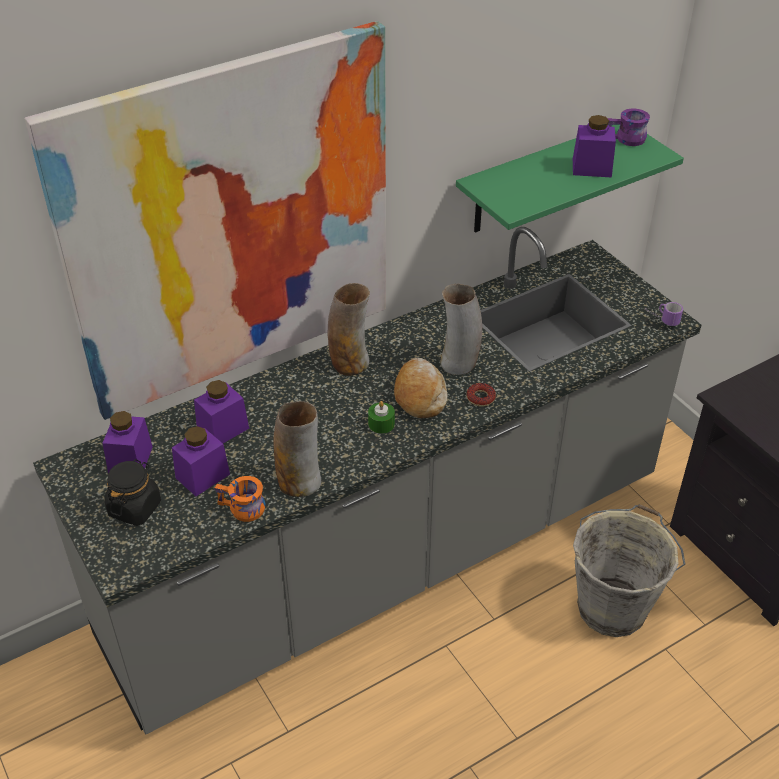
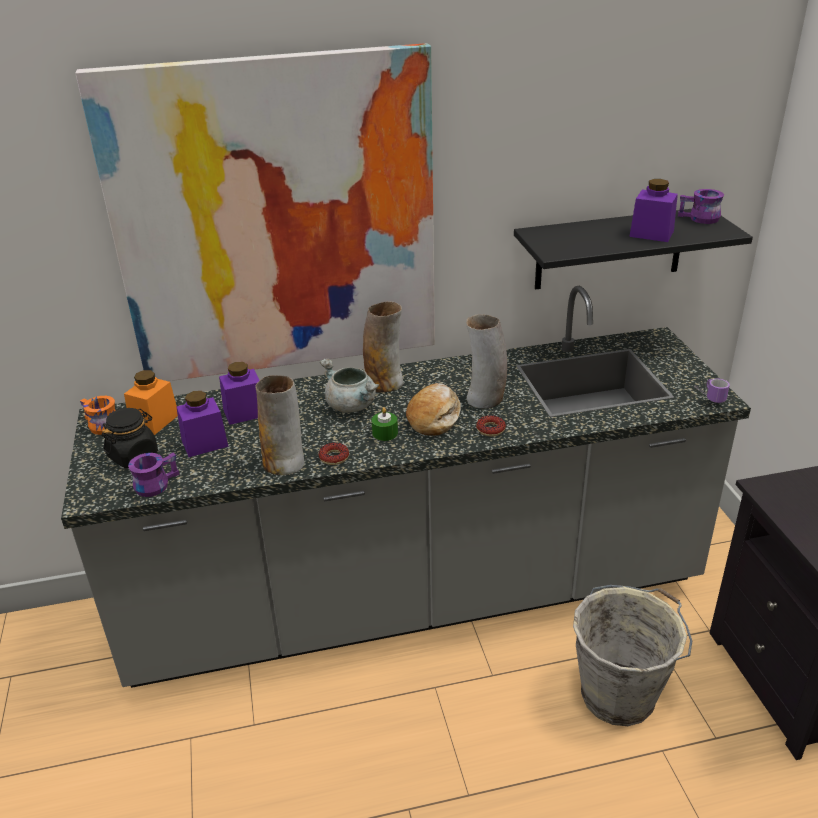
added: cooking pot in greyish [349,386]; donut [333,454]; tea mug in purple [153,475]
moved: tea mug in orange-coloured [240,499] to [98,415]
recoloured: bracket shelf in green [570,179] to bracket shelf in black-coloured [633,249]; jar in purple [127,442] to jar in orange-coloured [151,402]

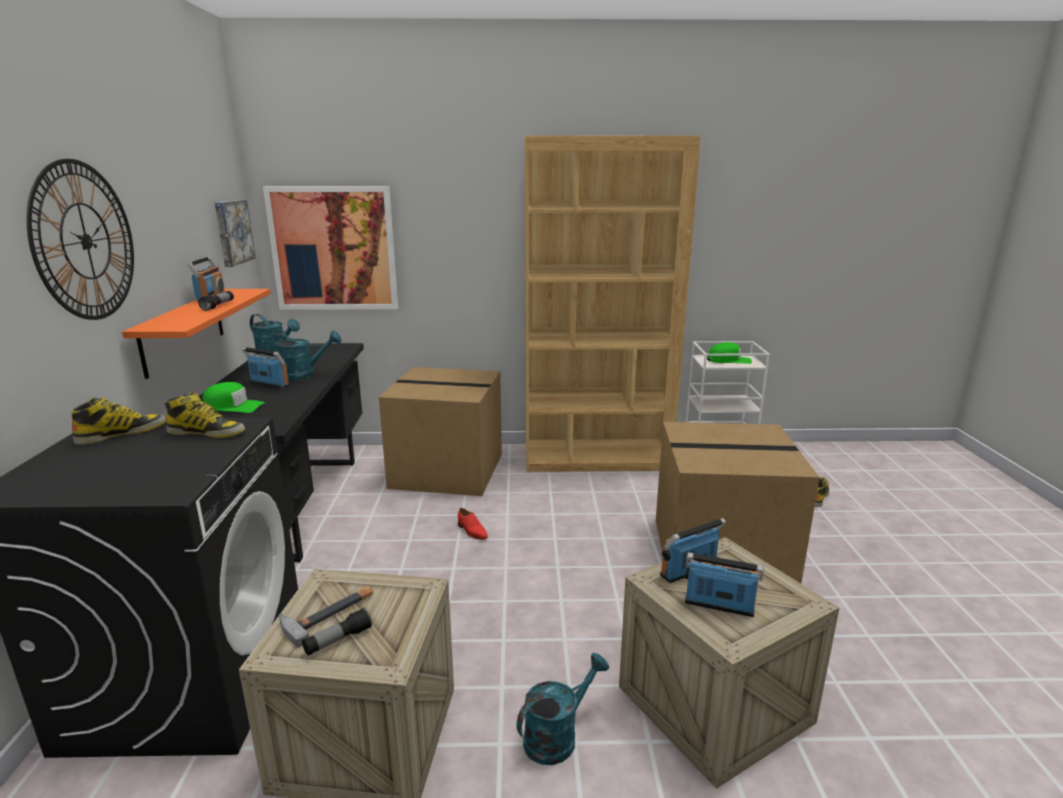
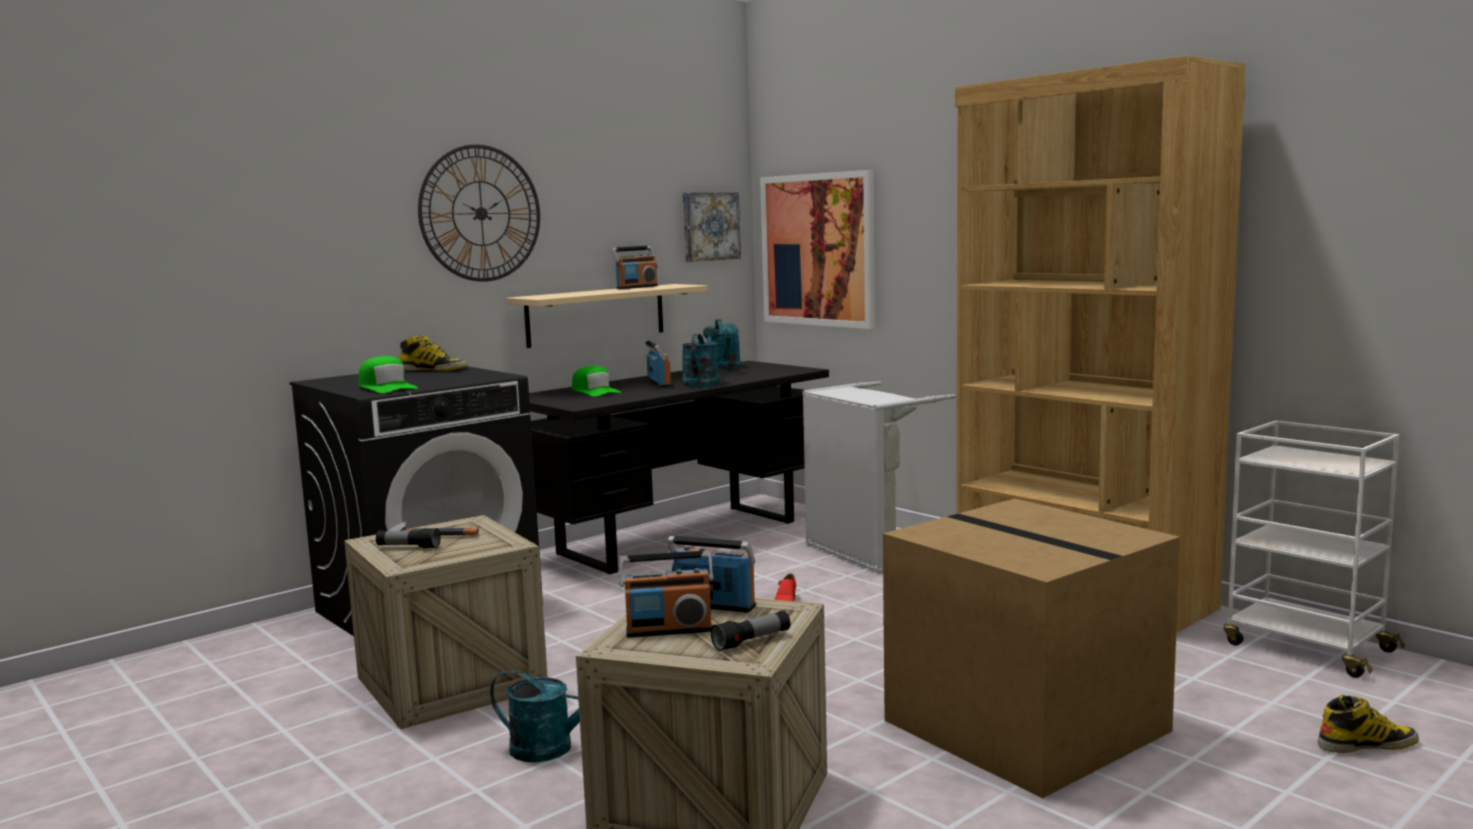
removed: tall boot [205,415]
moved: torch [216,301] to [750,631]; peaked cap in green [729,353] to [388,374]
replaced: carton [440,431] to laundry basket in greyish [879,477]
recoloured: bracket shelf in orange-coloured [196,334] to bracket shelf in beige [607,316]
turned: sprinkling can in blue-green [303,355] = [700,356] 120 degrees counterclockwise; radio set [724,584] = [667,594] 105 degrees clockwise

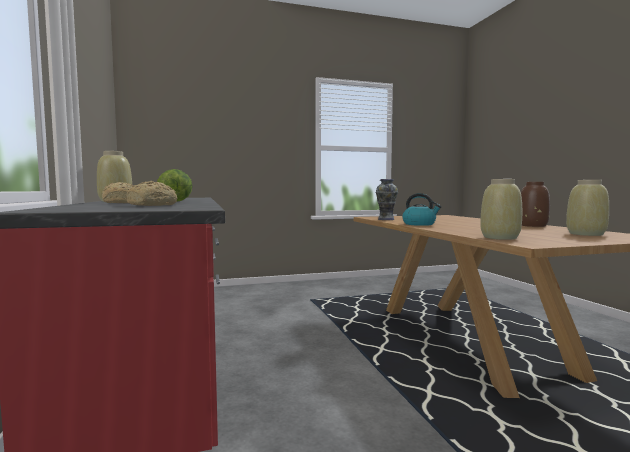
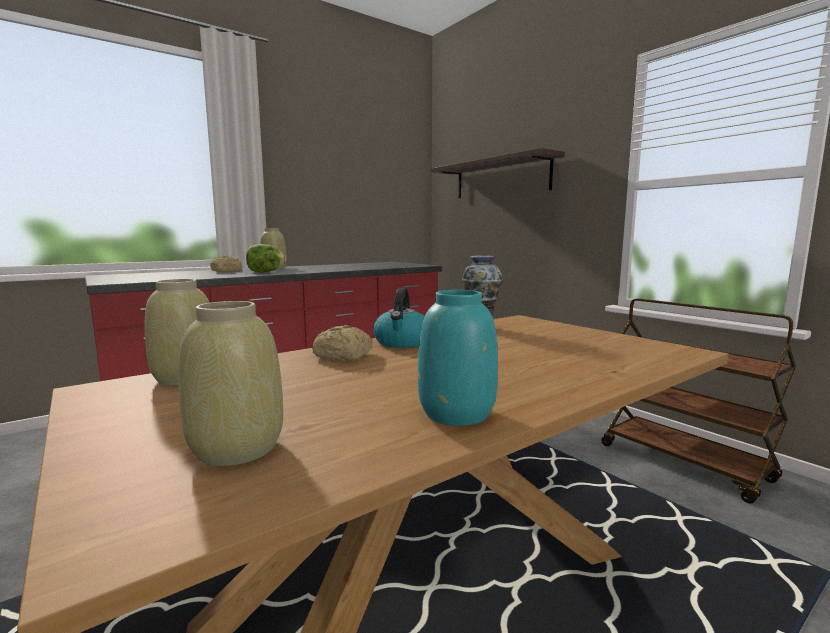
added: bracket shelf [498,173]; wheeled cart in brownish [698,400]
moved: bakery bread [151,193] to [342,343]
recoloured: decorative vase in brownish [535,204] to decorative vase in blue-green [458,358]

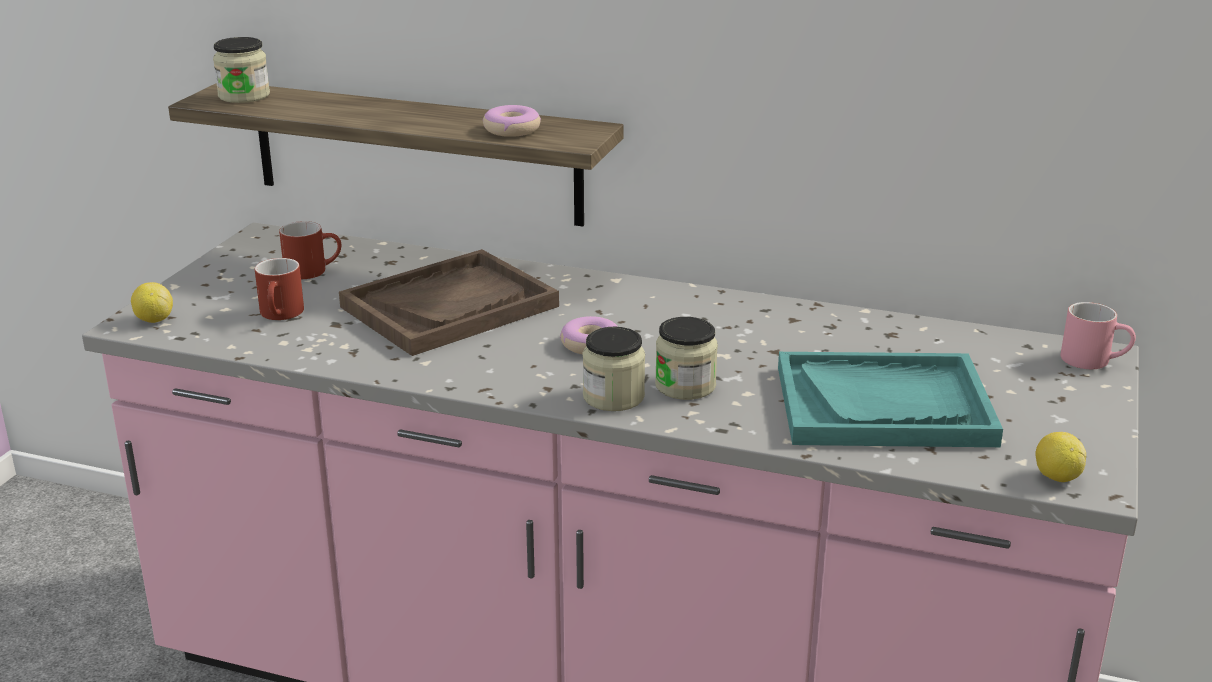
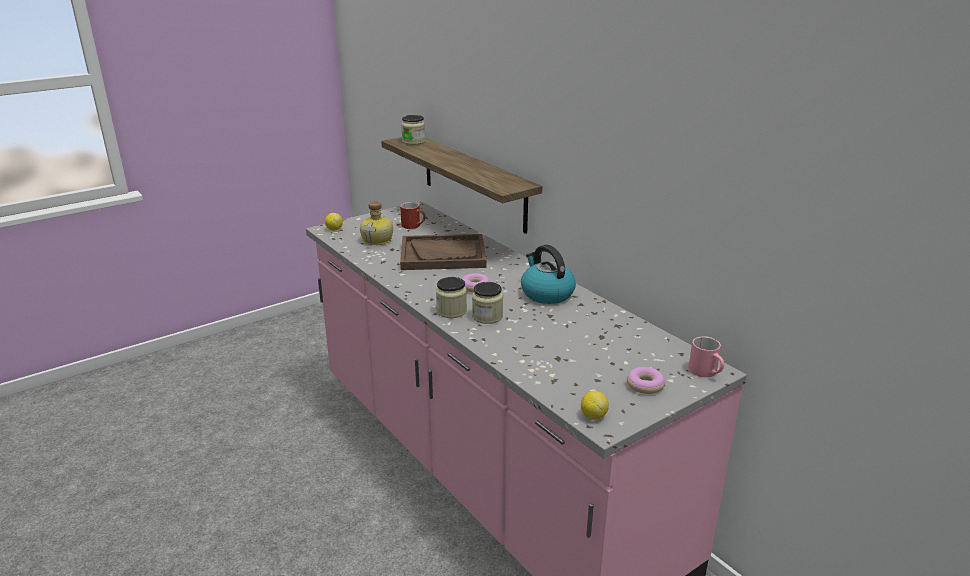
removed: tray in blue-green [890,399]
added: water kettle [548,274]
moved: donut [512,121] to [646,380]
replaced: tea mug in red-coloured [279,289] to drink bottle [376,223]

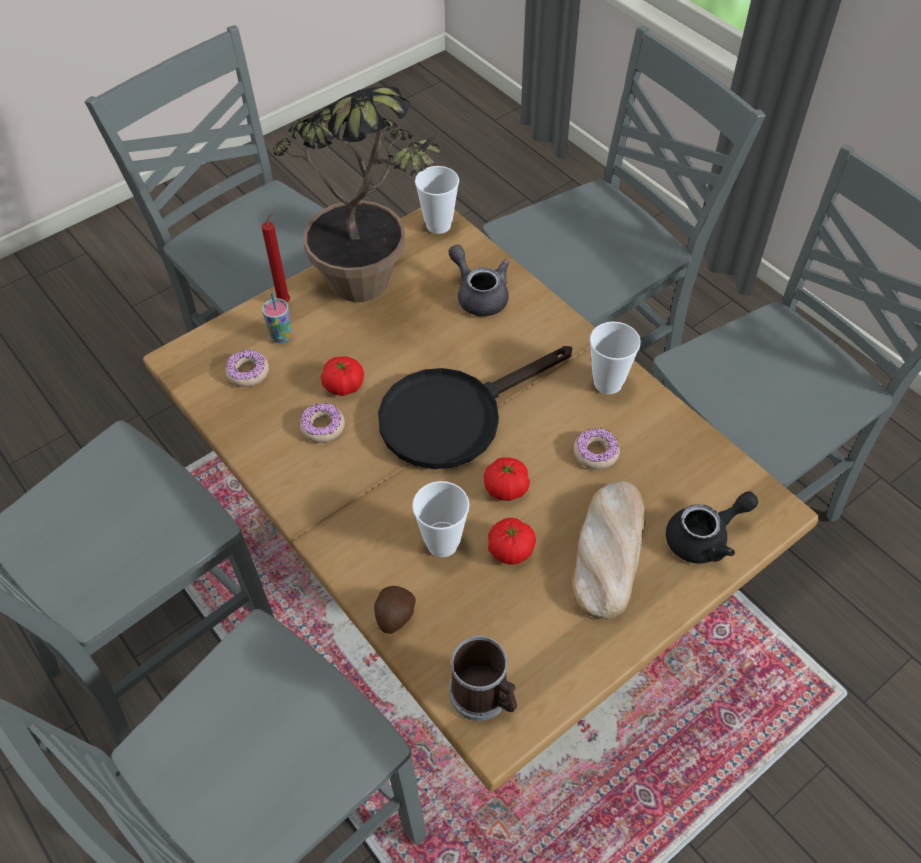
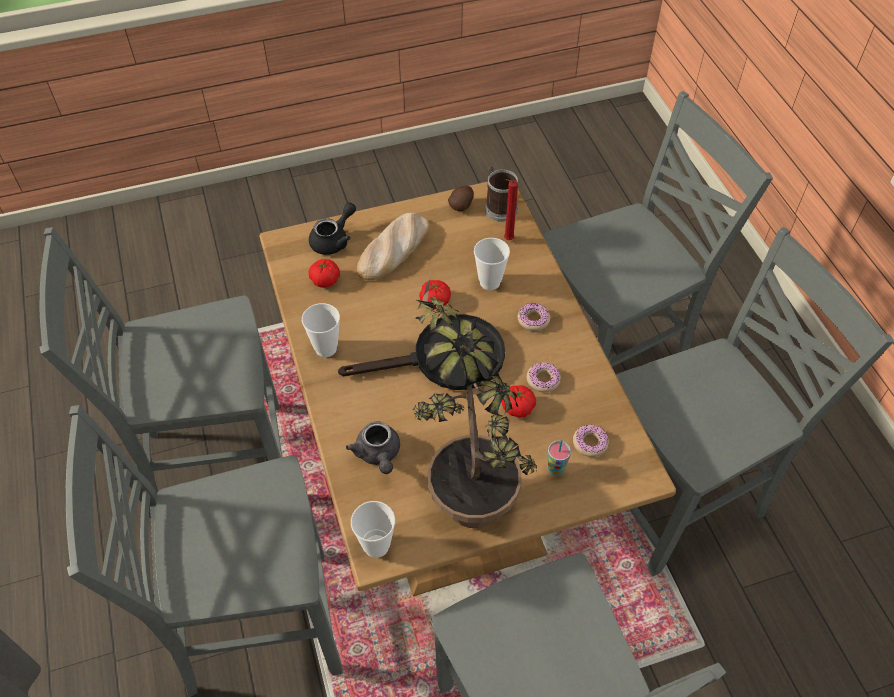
moved: candle in red-coloured [275,256] to [511,209]; donut [597,449] to [534,317]; whole tomato [512,541] to [324,273]; spud [395,610] to [461,198]
turned: teapot in black-coloured [712,527] = [332,228] 135 degrees clockwise

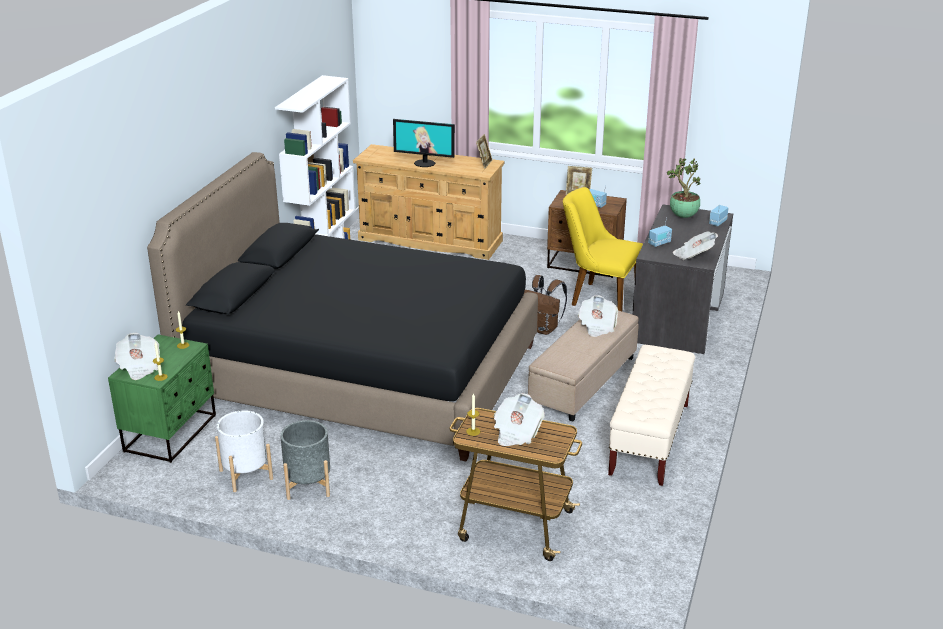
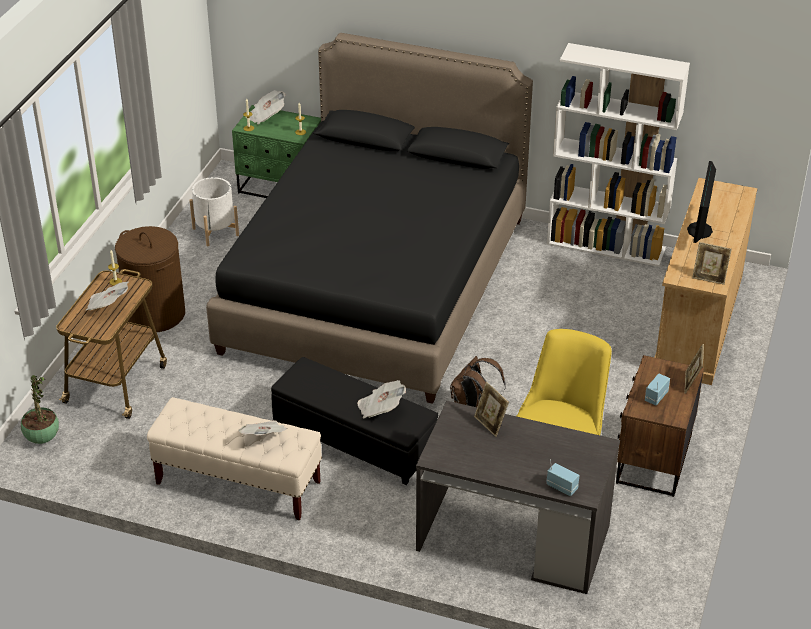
removed: flower pot in greyish [305,460]
added: laundry basket in brownish [150,279]
moved: plant in a pot [684,188] to [40,409]; printed paper [695,245] to [263,428]
replaced: radio set [660,232] to picture frame [491,409]
recoloured: footrest in beige [583,366] to footrest in black-coloured [354,421]

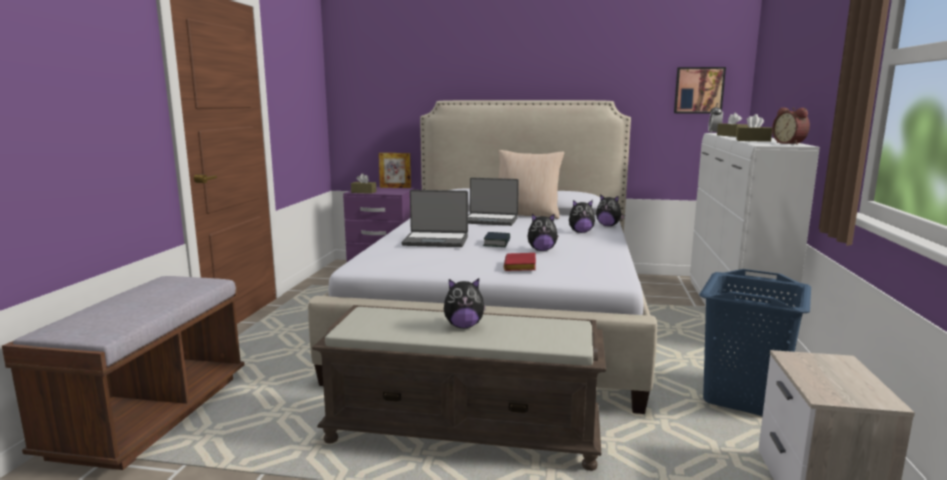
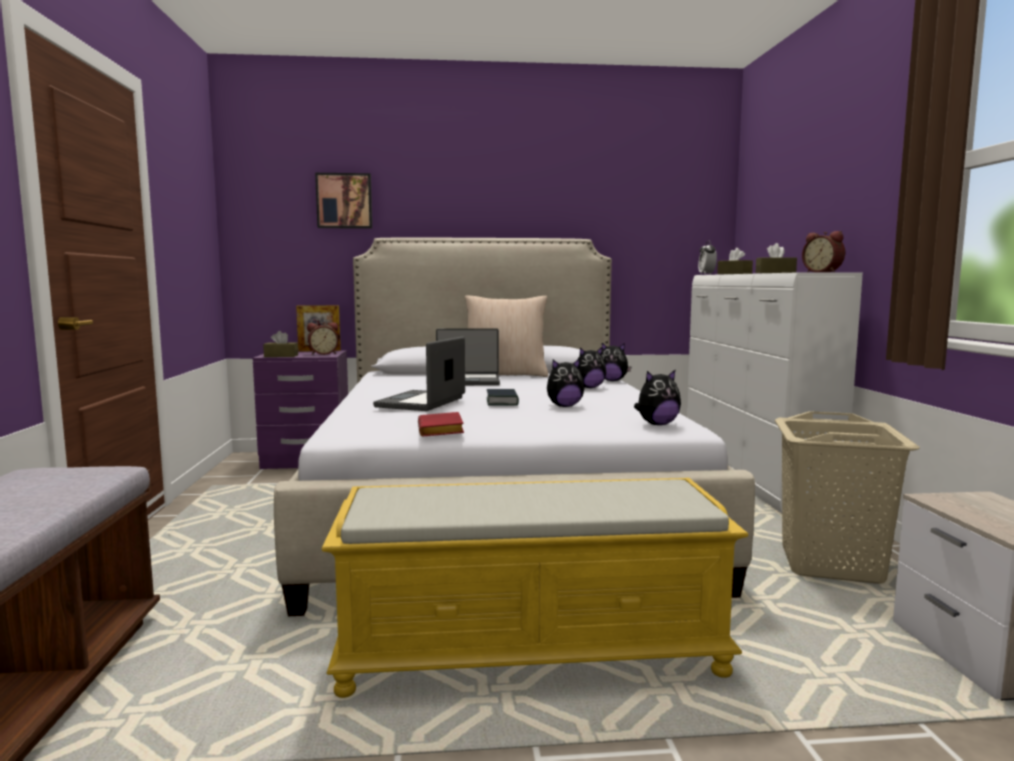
added: table clock [323,338]
moved: picture [700,90] to [343,201]; volume in red-coloured [520,262] to [441,424]; soft toy [465,303] to [657,397]
recoloured: laundry basket in bluish [755,342] to laundry basket in beige [847,497]; indoor bench in brownish [459,388] to indoor bench in yellow [534,588]
turned: notebook computer [435,218] = [419,374] 120 degrees clockwise

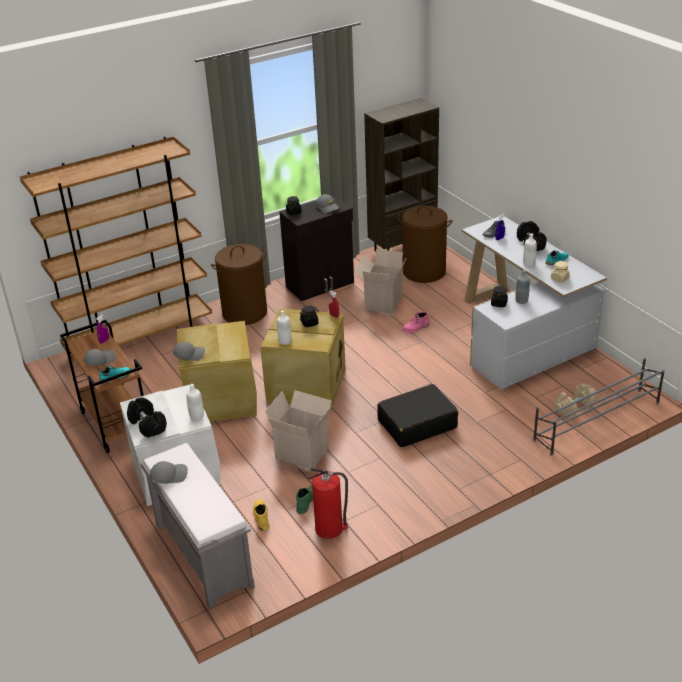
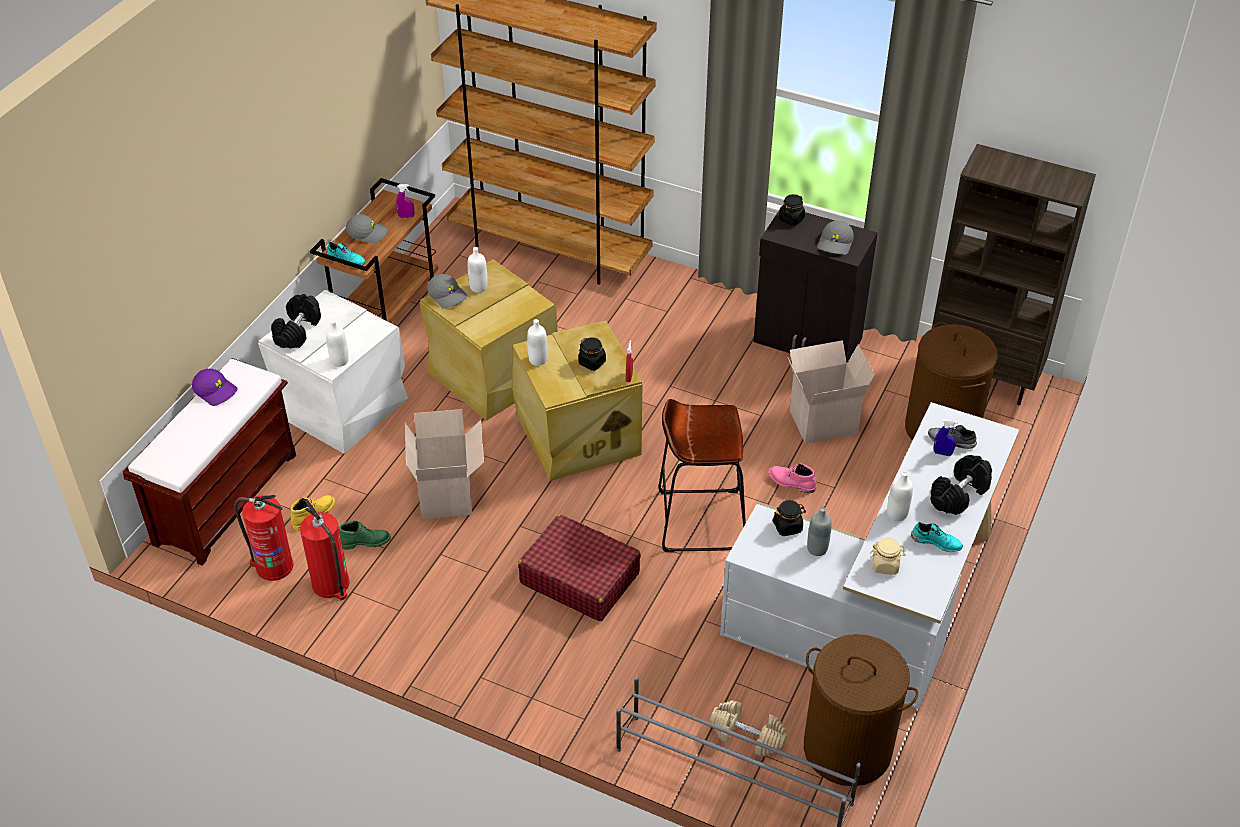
added: drink bottle in whitish [478,270]; sitting stool in brownish [702,475]; extinguisher [264,538]
moved: laundry basket in brownish [239,284] to [861,710]
recoloured: suitcase in black-coloured [417,415] to suitcase in red-coloured [579,567]; indoor bench in greyish [197,526] to indoor bench in brownish [209,462]; peaked cap in greyish [169,472] to peaked cap in purple [214,387]

